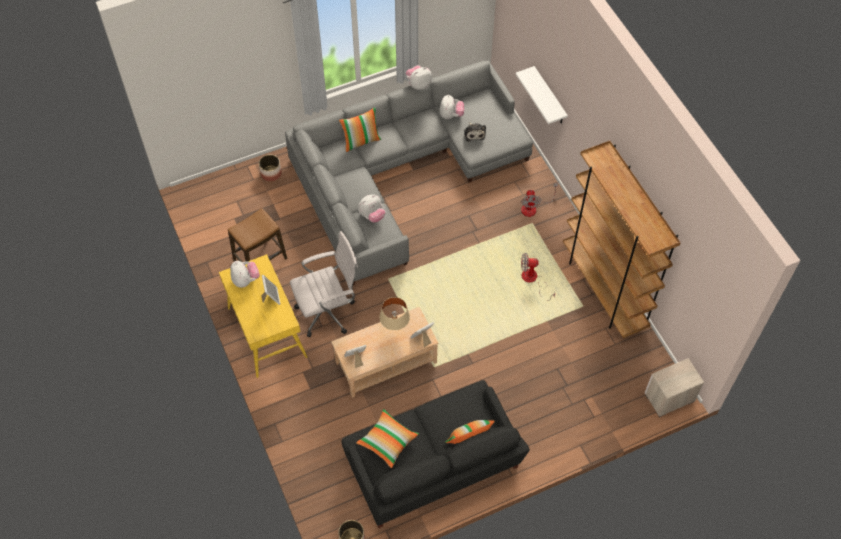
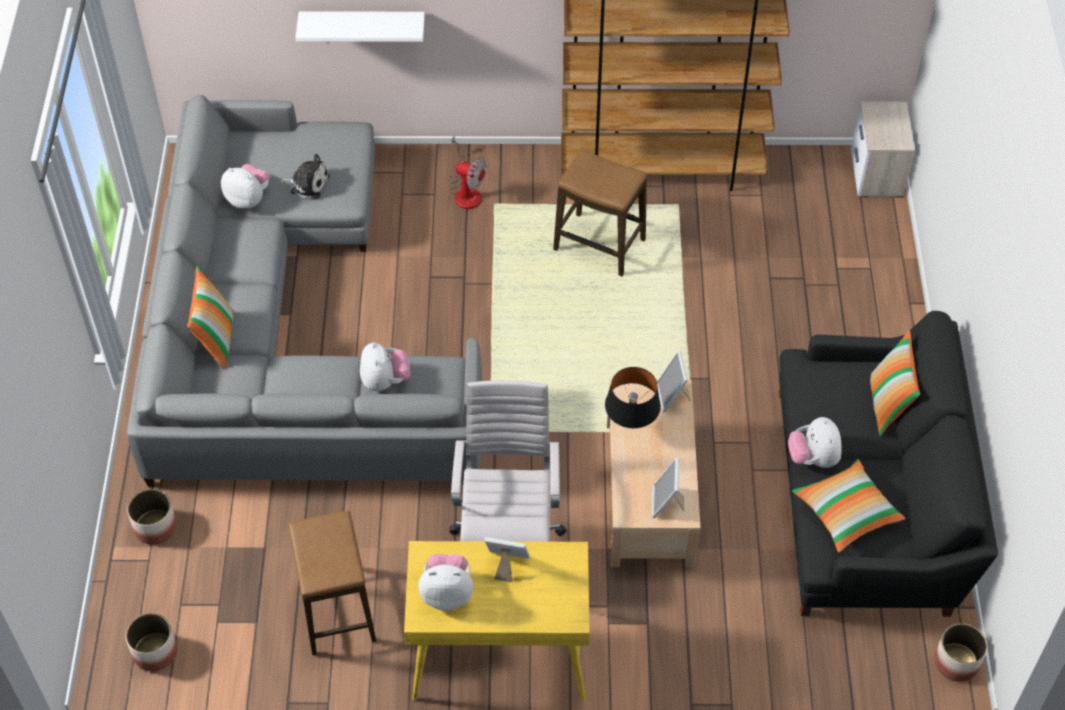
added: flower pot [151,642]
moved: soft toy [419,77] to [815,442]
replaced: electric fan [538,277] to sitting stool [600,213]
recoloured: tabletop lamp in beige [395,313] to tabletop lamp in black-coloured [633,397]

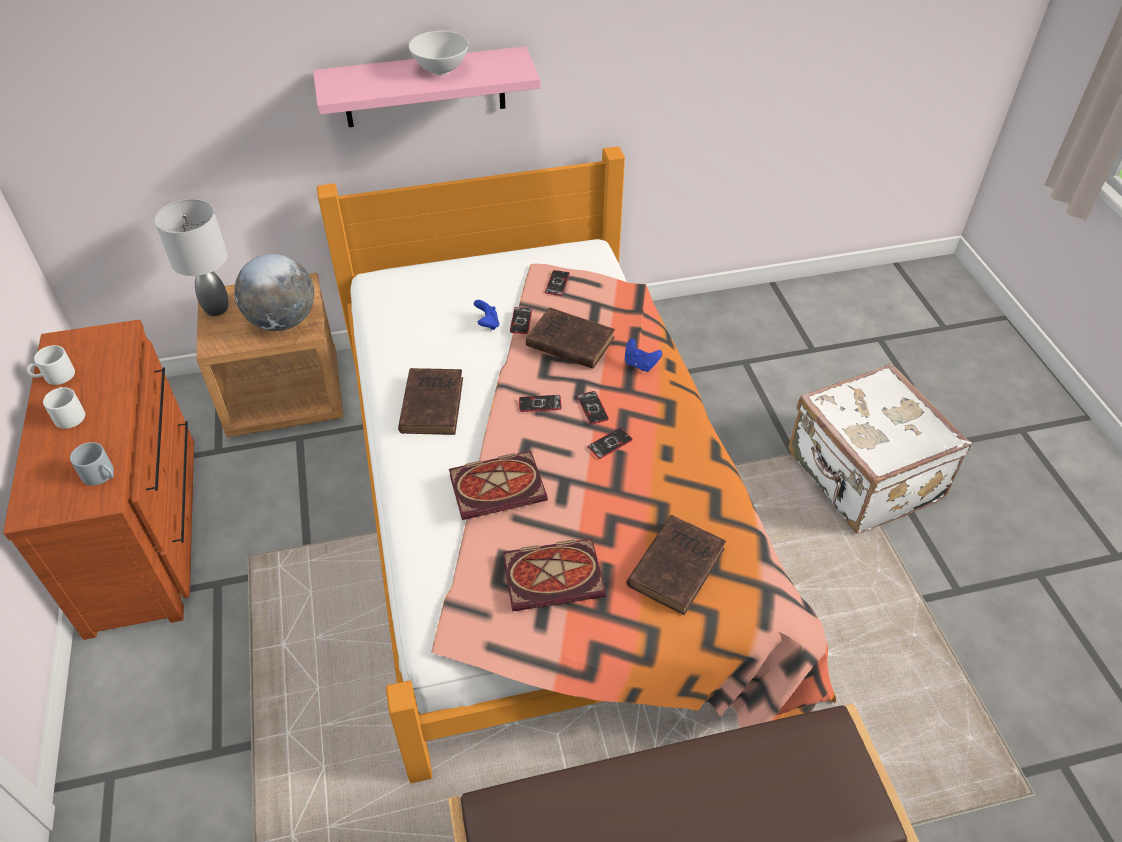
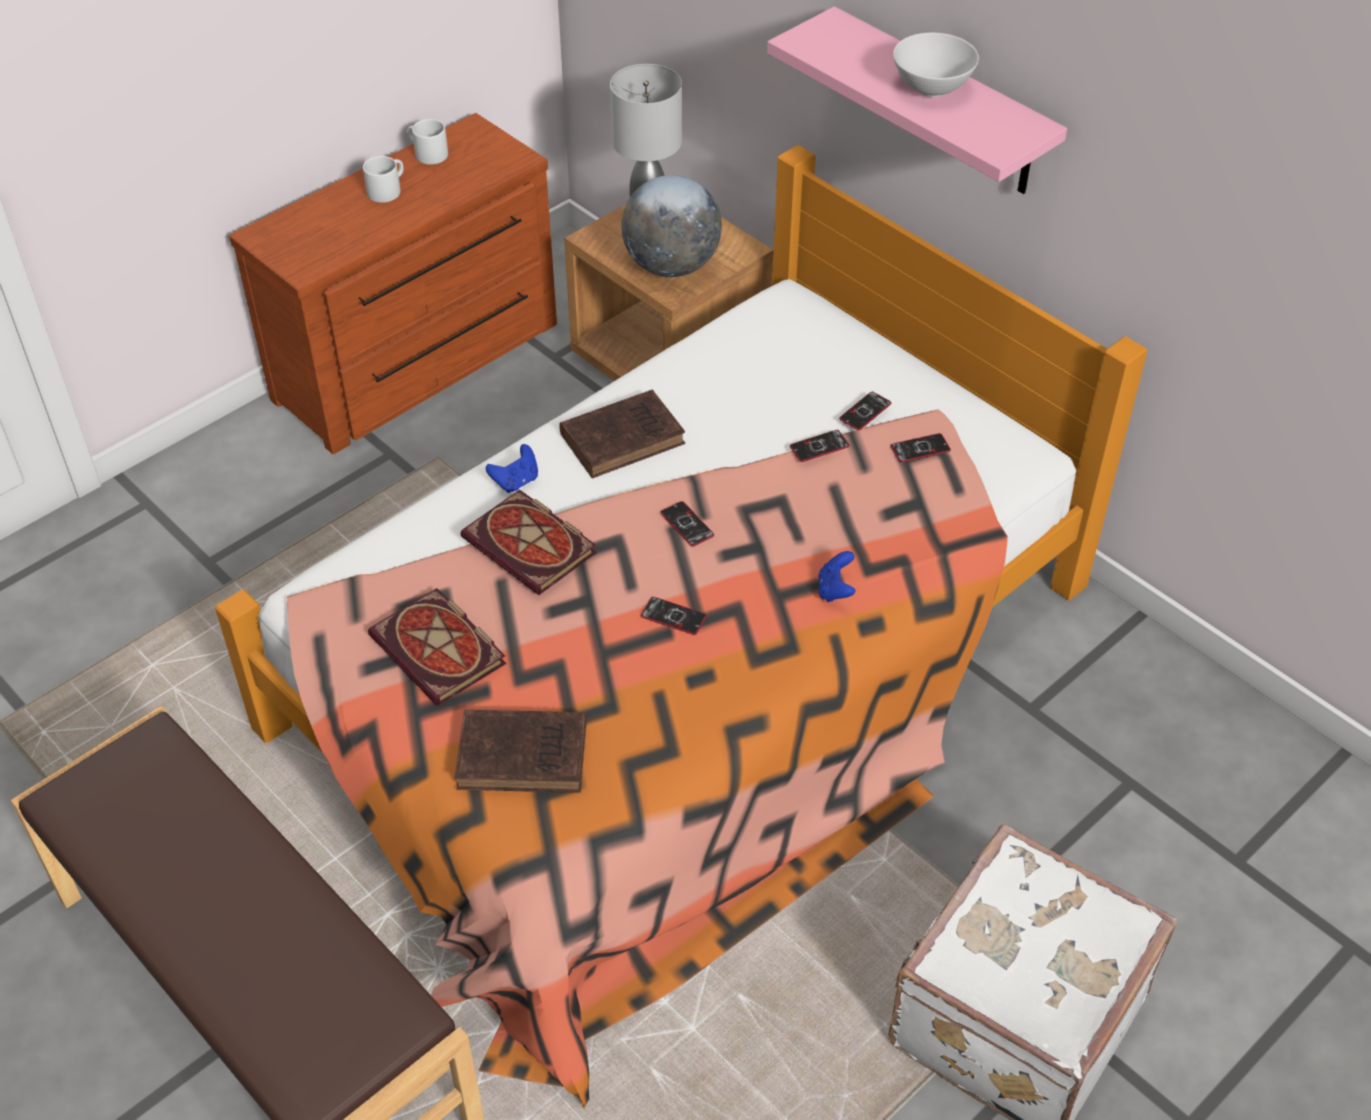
removed: volume in brownish [570,338]; tea mug in greyish [92,464]
moved: game controller in bluish [486,315] to [512,468]; telephone [593,407] to [865,411]

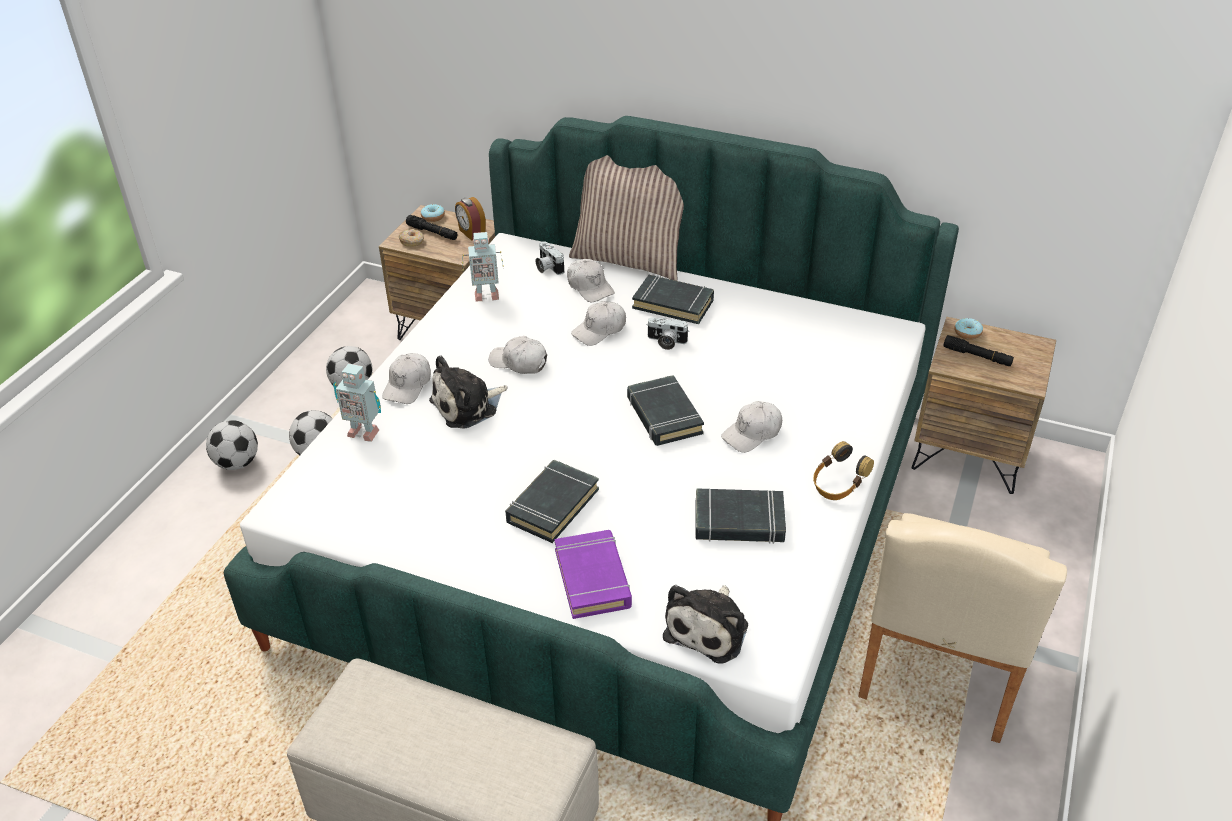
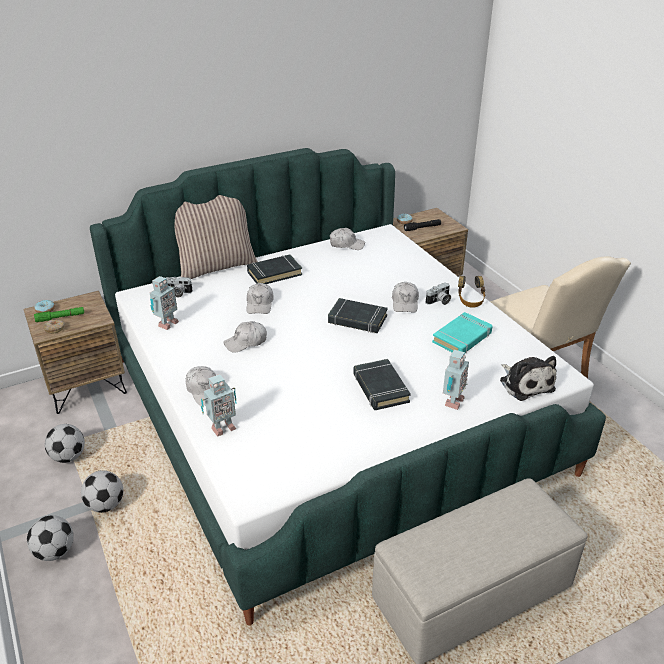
removed: table clock [470,218]; soft toy [468,392]
moved: peaked cap in whitish [591,280] to [347,239]; still camera [667,333] to [438,293]
replaced: volume in purple [593,574] to model robot [456,380]
recoloured: torch in black-coloured [432,227] to torch in green [59,314]; volume in black-coloured [741,516] to volume in blue-green [462,332]

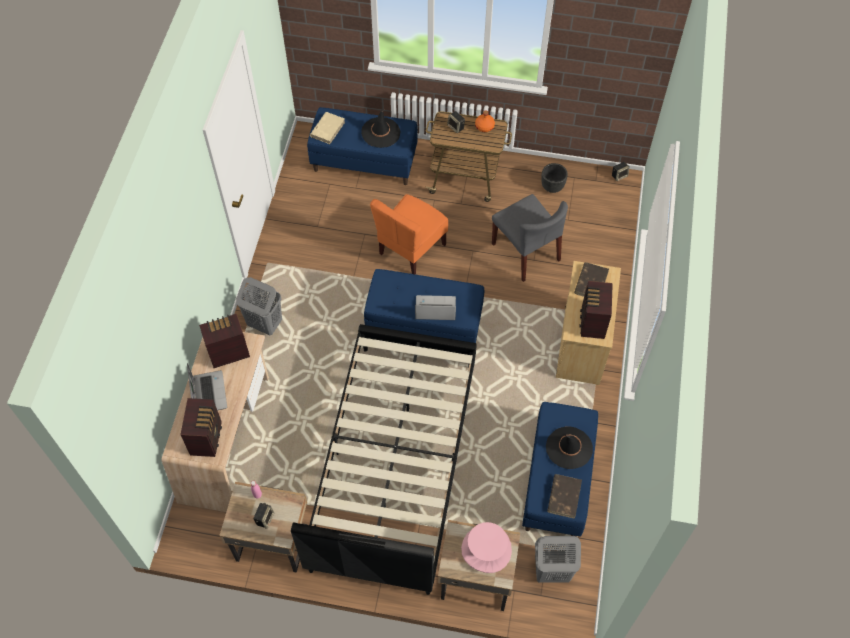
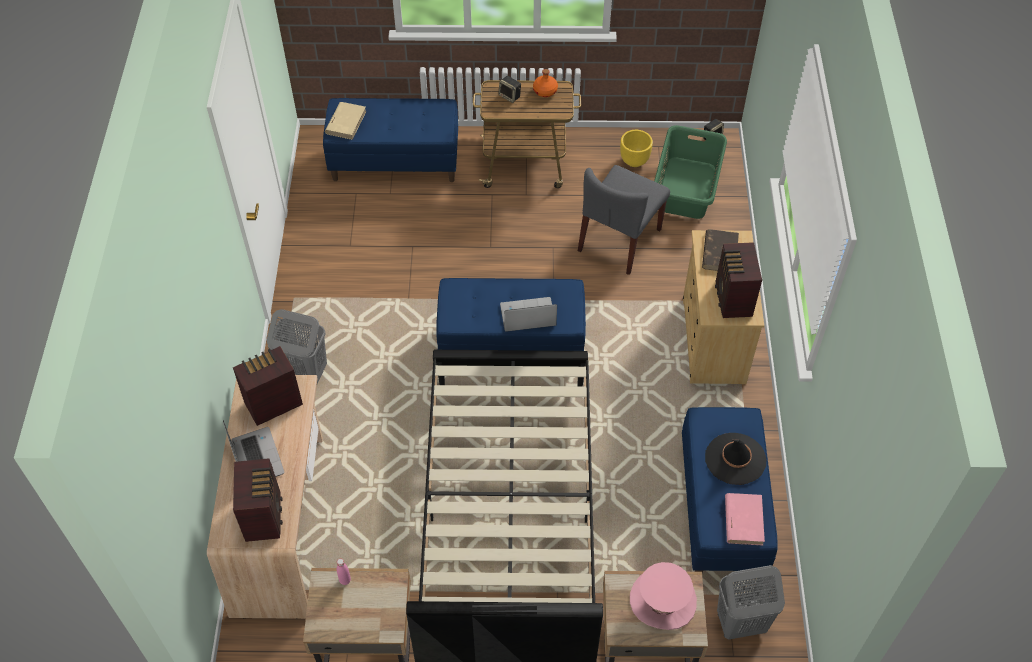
removed: clothing hat in black-coloured [380,128]; chair in orange-coloured [409,234]; loudspeaker [264,516]
added: laundry basket in green [690,172]
recoloured: flower pot in black-coloured [554,178] to flower pot in yellow [636,148]; volume in brownish [564,496] to volume in pinkish [745,519]
turned: chair in greyish [530,238] = [624,220] 75 degrees clockwise

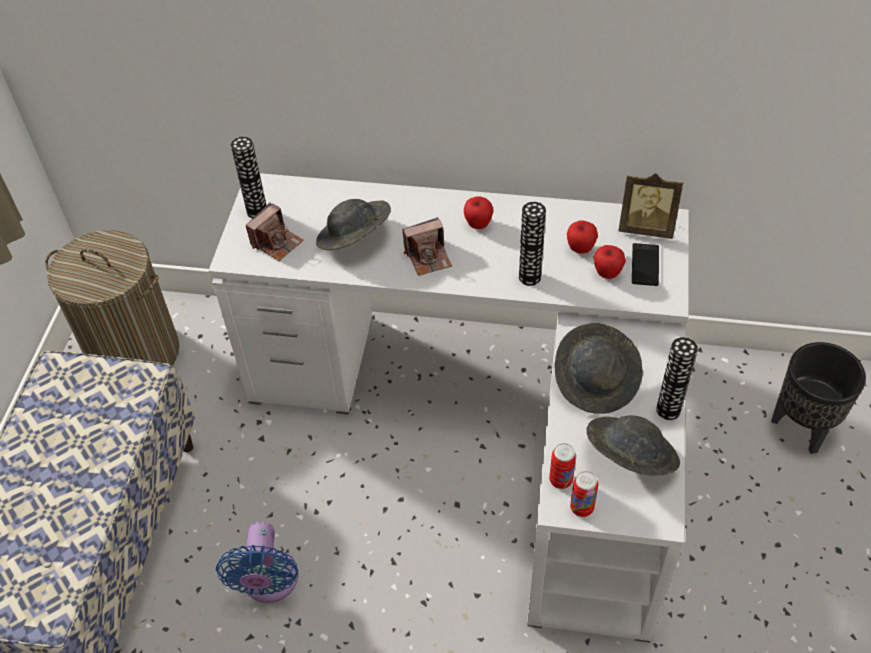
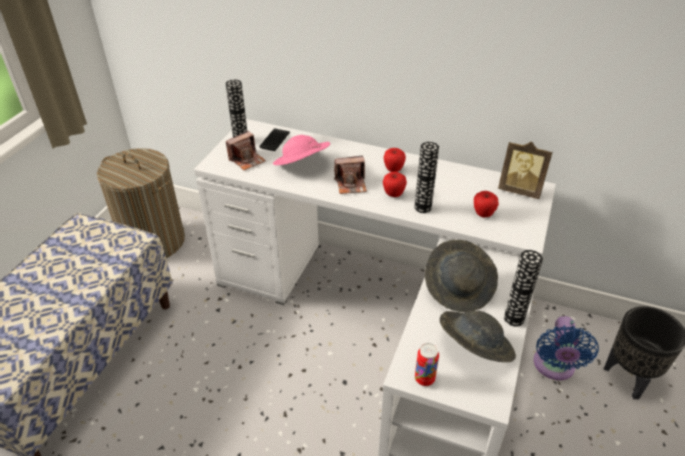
removed: sealed can [562,466]
moved: apple [582,237] to [395,184]; telephone [645,264] to [274,140]; electric fan in bluish [257,562] to [566,348]
recoloured: clothing hat in greyish [353,224] to clothing hat in pinkish [301,150]

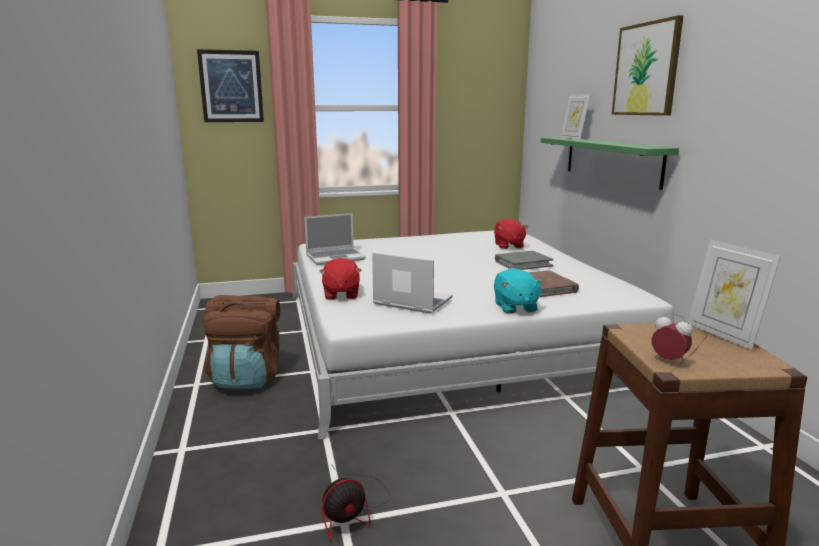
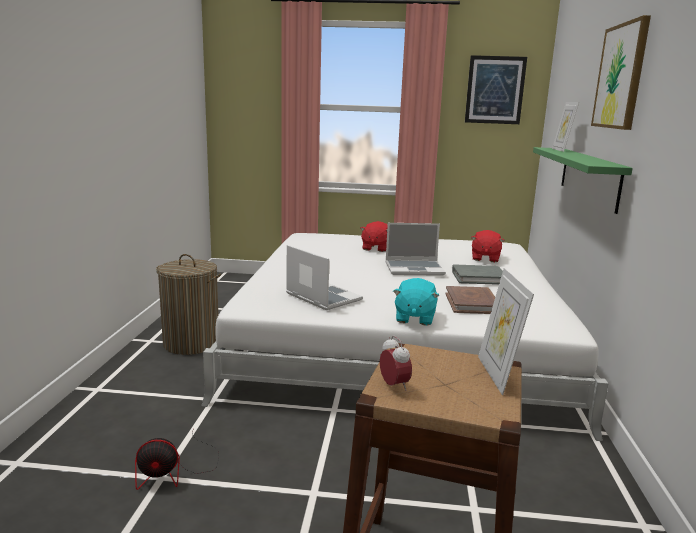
moved: picture [230,85] to [496,89]; notebook computer [335,239] to [415,249]; soft toy in red-coloured [340,279] to [374,236]
replaced: rucksack in brownish [241,342] to laundry basket [188,304]

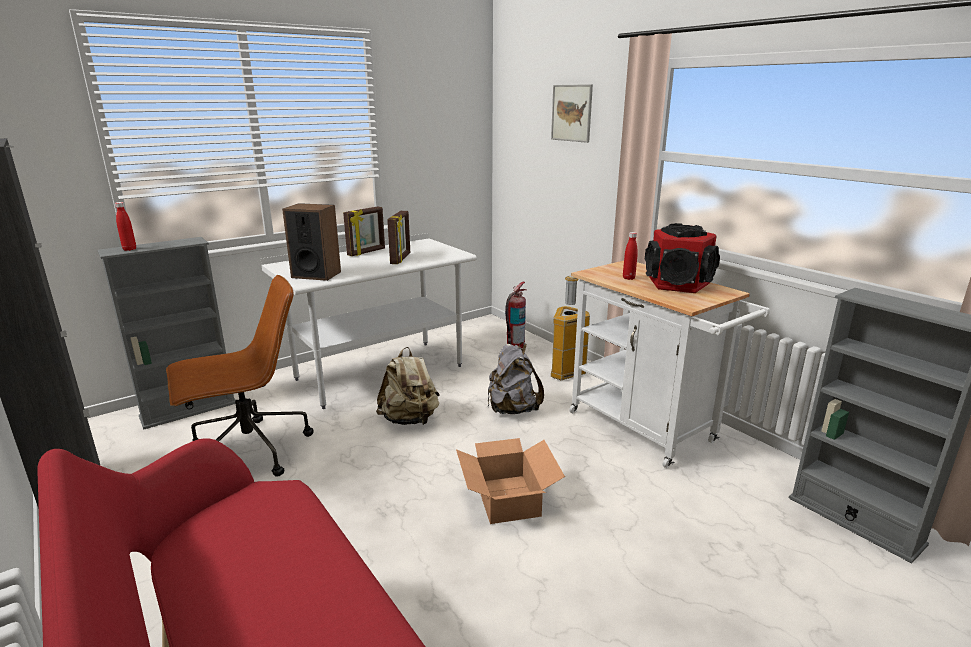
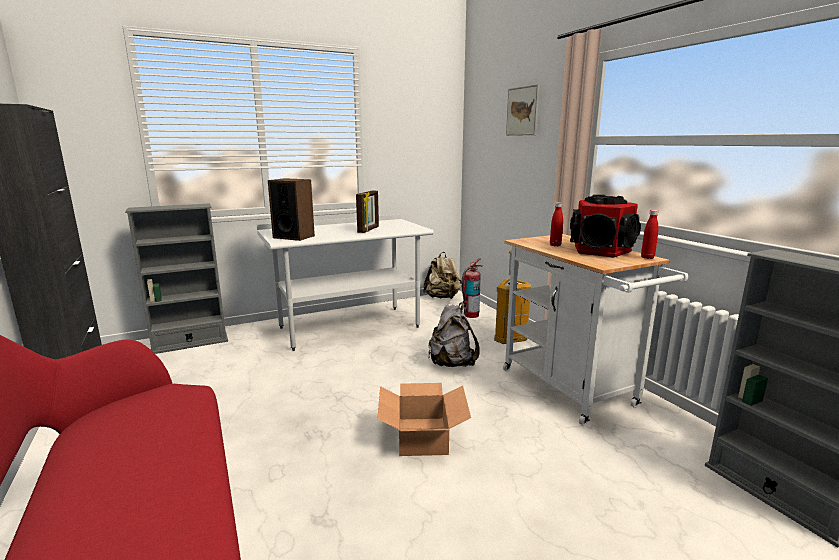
removed: picture frame [364,231]; desk chair in brownish [240,376]
moved: drink bottle in red-coloured [125,226] to [649,234]; rucksack in beige [408,386] to [442,275]

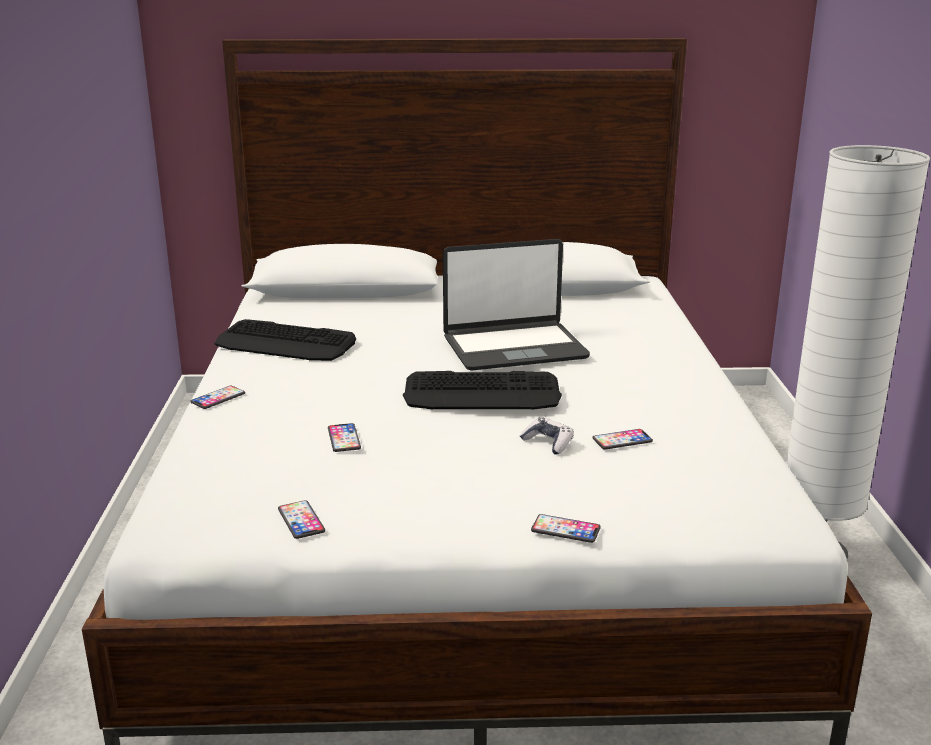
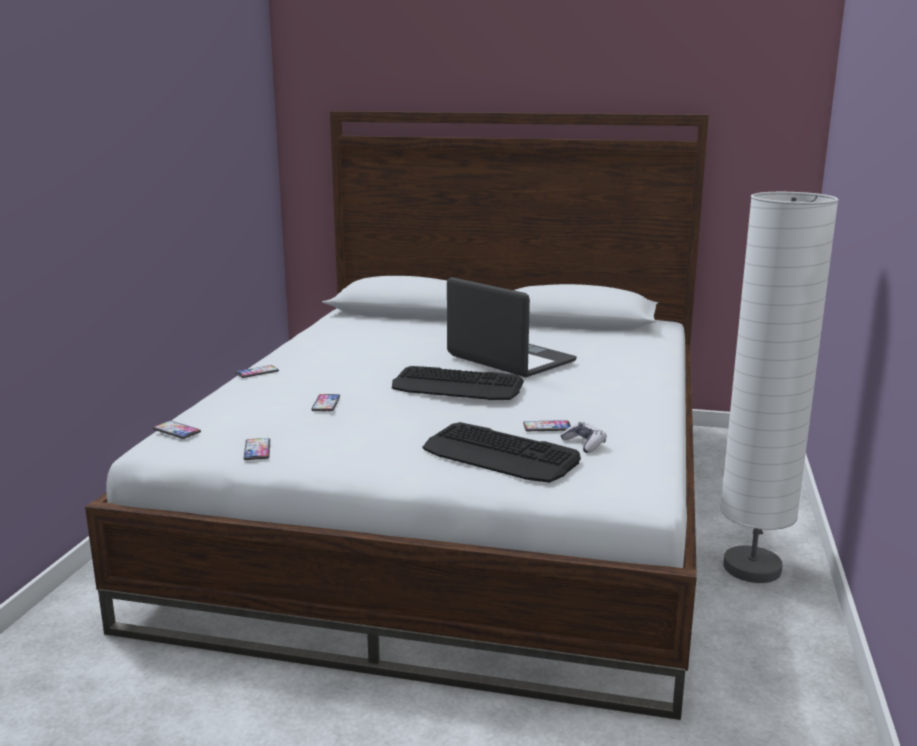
moved: keyboard [285,340] to [502,452]; game controller [547,436] to [583,437]; telephone [566,528] to [177,430]
turned: notebook computer [516,305] = [512,327] 135 degrees counterclockwise

